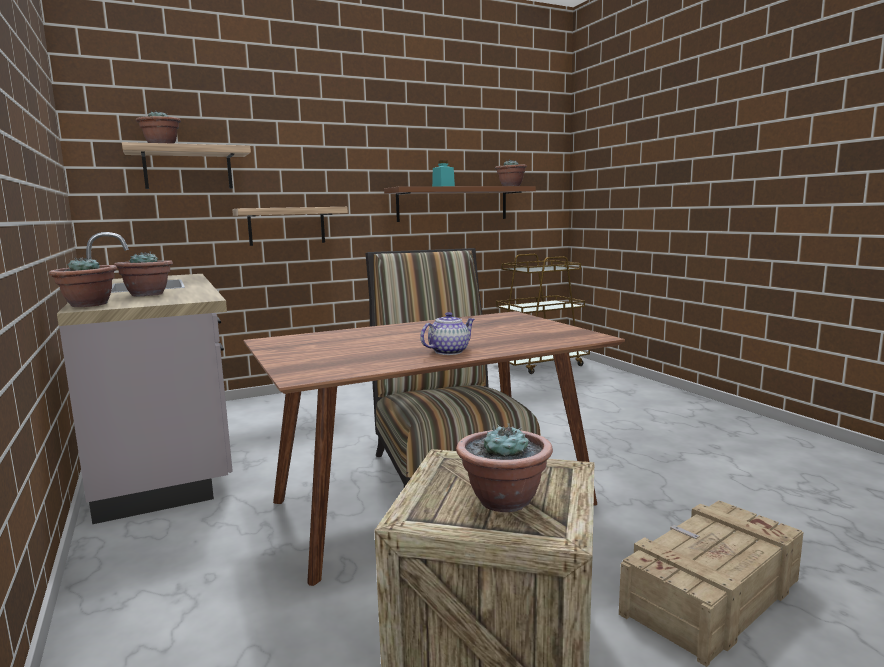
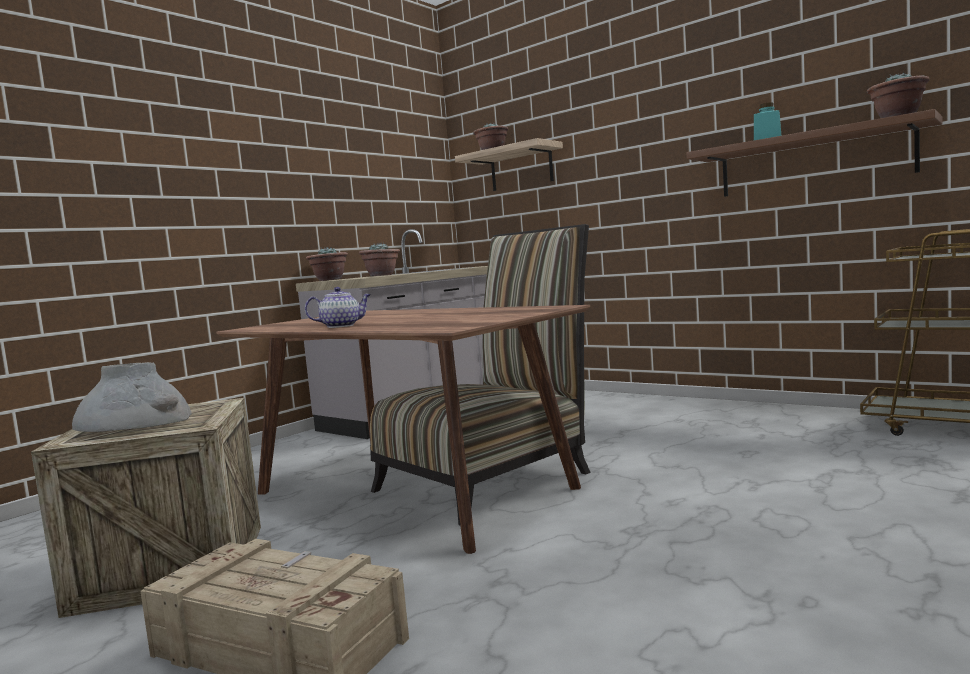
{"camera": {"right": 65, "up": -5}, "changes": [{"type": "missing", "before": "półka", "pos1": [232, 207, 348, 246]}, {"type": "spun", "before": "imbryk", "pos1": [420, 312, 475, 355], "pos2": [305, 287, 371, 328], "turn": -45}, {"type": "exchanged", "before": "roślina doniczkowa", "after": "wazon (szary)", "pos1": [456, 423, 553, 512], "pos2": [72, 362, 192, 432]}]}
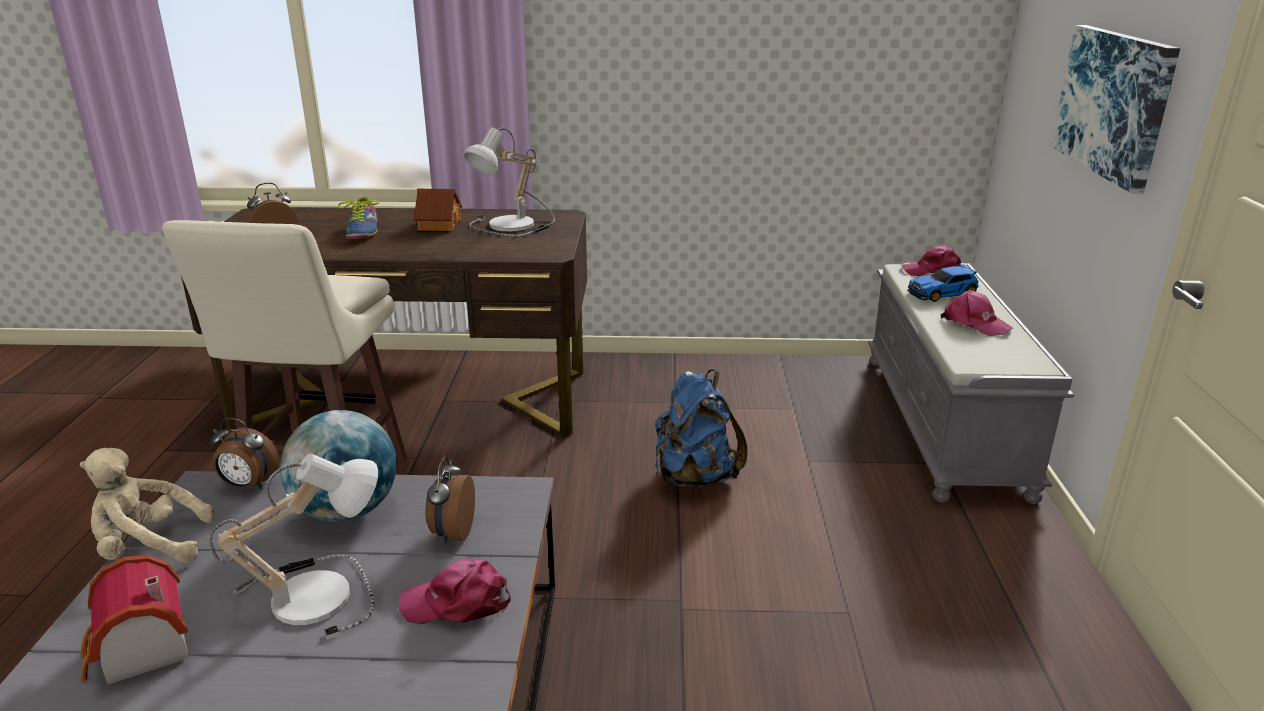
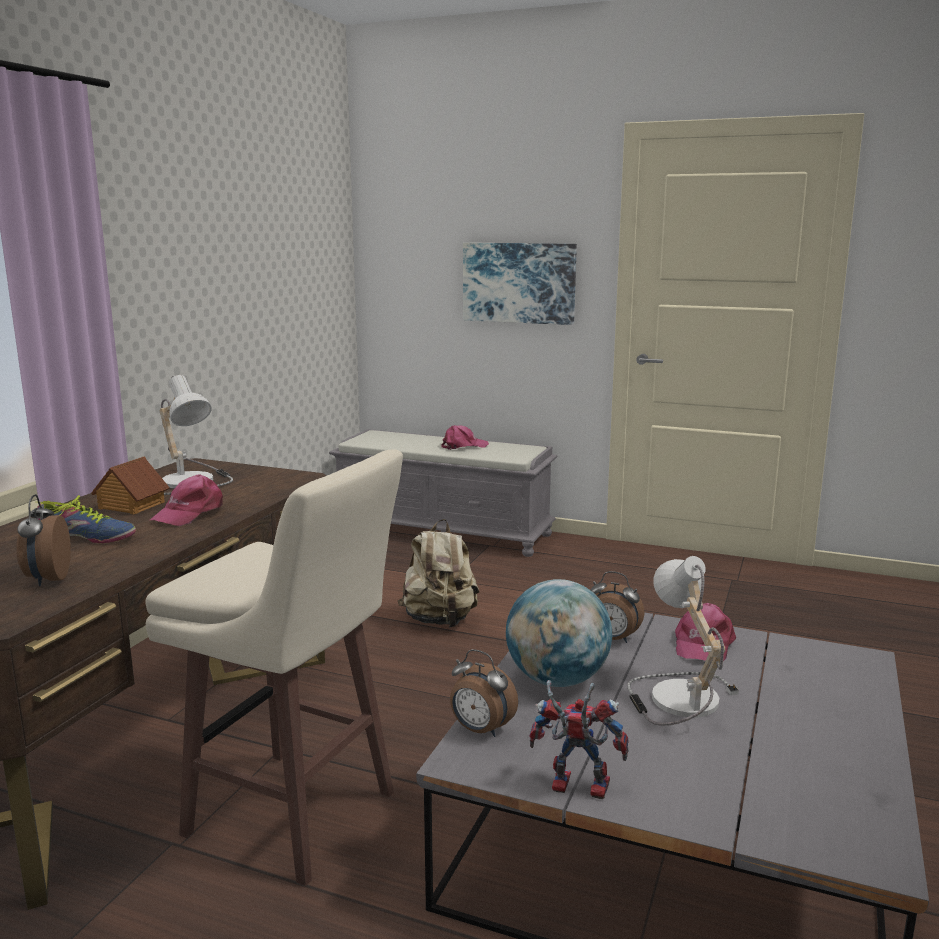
{"camera": {"right": -70, "up": -10}, "changes": [{"type": "relocated", "before": "czapka z daszkiem (różowy)", "pos1": [901, 246, 963, 276], "pos2": [150, 474, 223, 526]}, {"type": "missing", "before": "samochodzik", "pos1": [908, 264, 979, 302]}, {"type": "colour", "before": "plecak (niebieski)", "after": "plecak (beżowy)", "pos1": [655, 369, 747, 487], "pos2": [398, 519, 479, 627]}, {"type": "spun", "before": "budzik", "pos1": [210, 418, 279, 490], "pos2": [450, 649, 518, 737], "turn": 90}, {"type": "exchanged", "before": "pluszak (beżowy)", "after": "robot zabawkowy", "pos1": [80, 448, 214, 563], "pos2": [529, 680, 629, 799]}, {"type": "missing", "before": "domek", "pos1": [81, 555, 189, 685]}]}
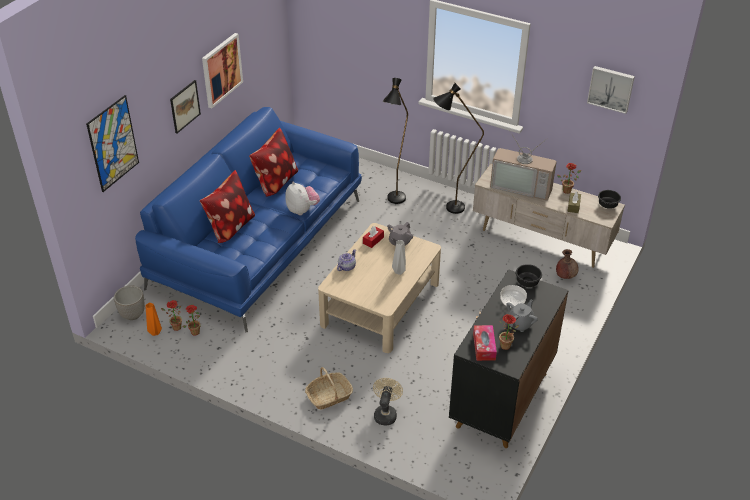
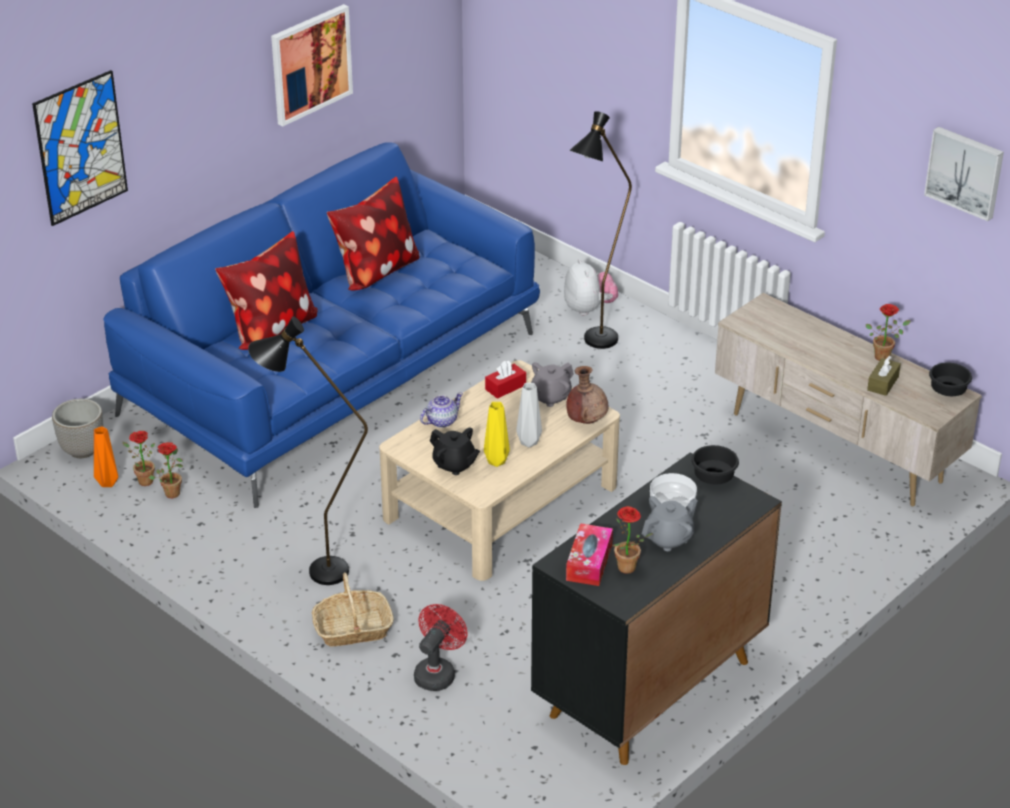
{"camera": {"right": 15, "up": -5}, "changes": [{"type": "missing", "before": "obraz", "pos1": [170, 80, 201, 134]}, {"type": "relocated", "before": "lampa stojąca (czarny)", "pos1": [433, 83, 484, 214], "pos2": [248, 316, 368, 585]}, {"type": "missing", "before": "telewizor", "pos1": [490, 130, 557, 201]}, {"type": "relocated", "before": "pluszak", "pos1": [285, 181, 320, 215], "pos2": [564, 259, 618, 316]}, {"type": "relocated", "before": "wazon (brązowy)", "pos1": [556, 249, 579, 279], "pos2": [566, 366, 608, 424]}, {"type": "colour", "before": "wentylator (beżowy)", "after": "wentylator (czerwony)", "pos1": [373, 378, 403, 426], "pos2": [414, 604, 468, 691]}, {"type": "appeared", "after": "wazon (żółty)", "pos2": [484, 402, 510, 467]}, {"type": "appeared", "after": "imbryk (czarny)", "pos2": [430, 428, 480, 475]}]}
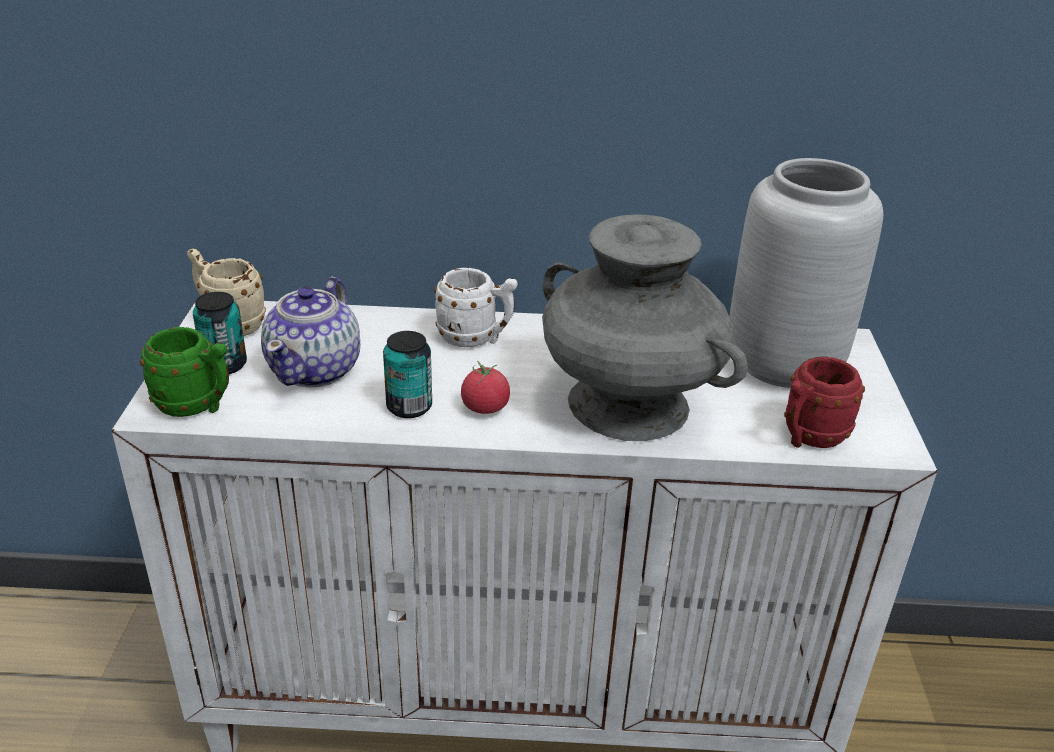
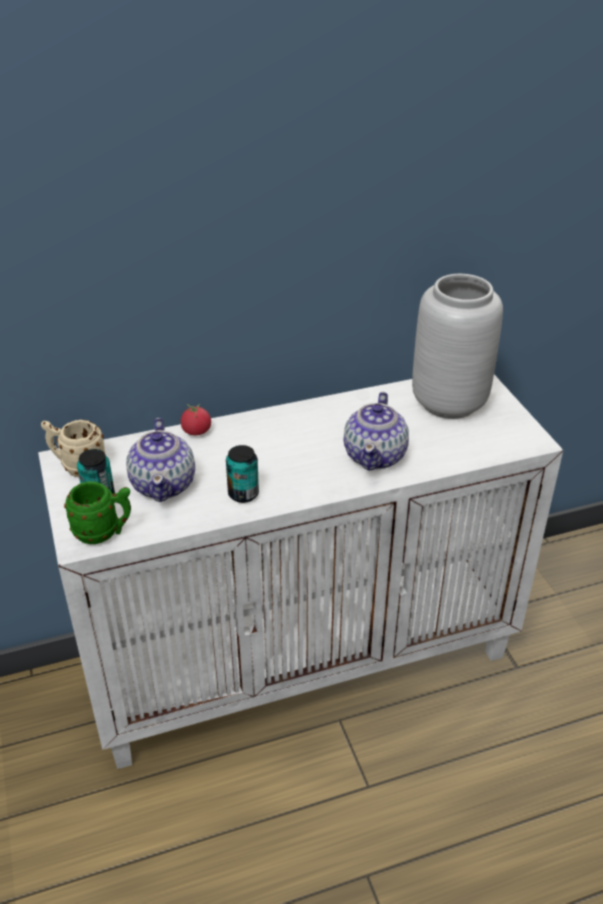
{"camera": {"right": -20, "up": 5}, "changes": [{"type": "exchanged", "before": "wazon (szary)", "after": "imbryk", "pos1": [542, 214, 748, 441], "pos2": [344, 392, 409, 471]}, {"type": "missing", "before": "kubek (biały)", "pos1": [434, 268, 518, 347]}, {"type": "missing", "before": "kubek (czerwony)", "pos1": [784, 357, 865, 448]}, {"type": "relocated", "before": "pomidor", "pos1": [461, 361, 510, 414], "pos2": [181, 404, 211, 435]}]}
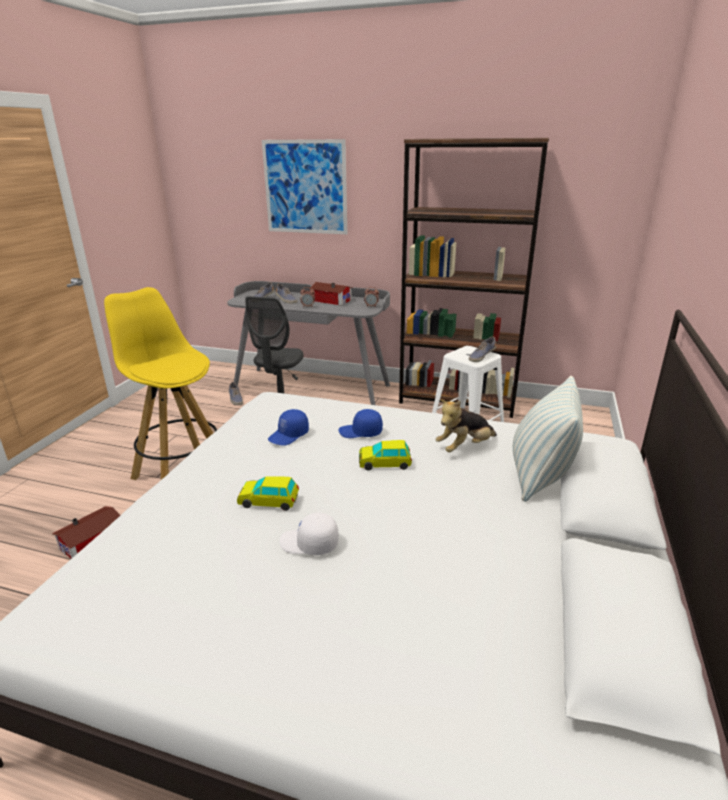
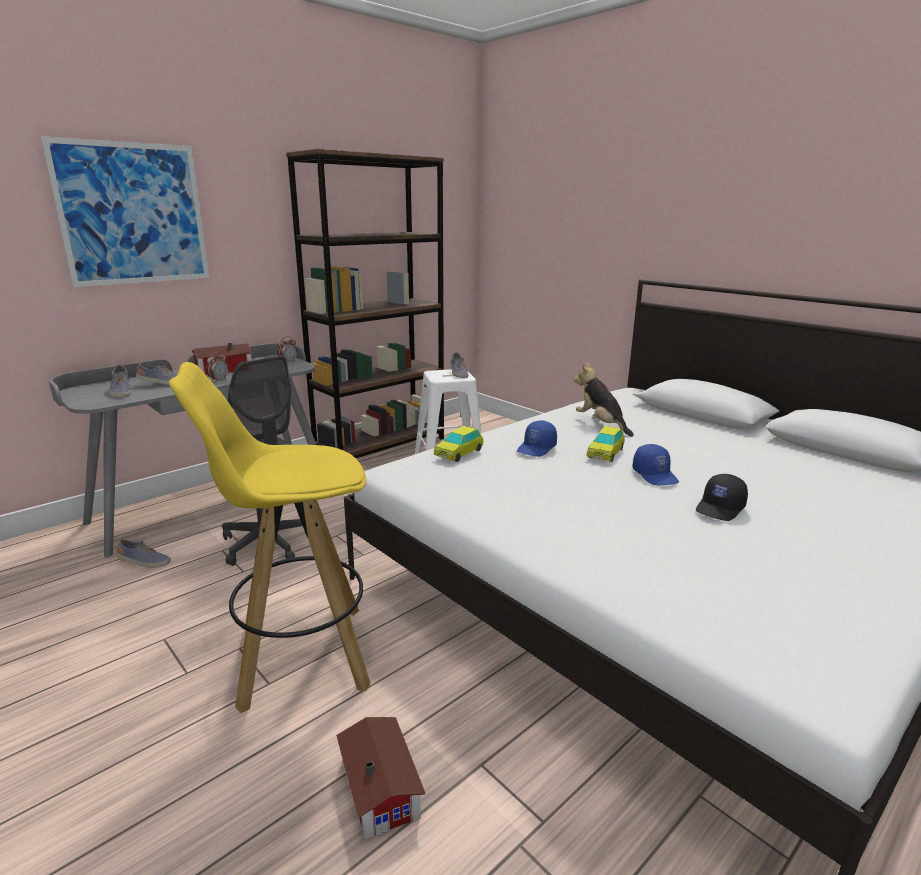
{"camera": {"right": -60, "up": -5}, "changes": [{"type": "missing", "before": "poduszka", "pos1": [513, 376, 583, 502]}, {"type": "spun", "before": "pluszak", "pos1": [435, 399, 497, 452], "pos2": [574, 362, 634, 437], "turn": 150}, {"type": "relocated", "before": "czapka z daszkiem (niebieski)", "pos1": [268, 409, 309, 446], "pos2": [632, 444, 679, 485]}, {"type": "relocated", "before": "samochodzik", "pos1": [237, 476, 299, 511], "pos2": [434, 426, 484, 462]}, {"type": "colour", "before": "czapka z daszkiem (biały)", "after": "czapka z daszkiem (czarny)", "pos1": [279, 513, 339, 555], "pos2": [696, 474, 748, 521]}]}
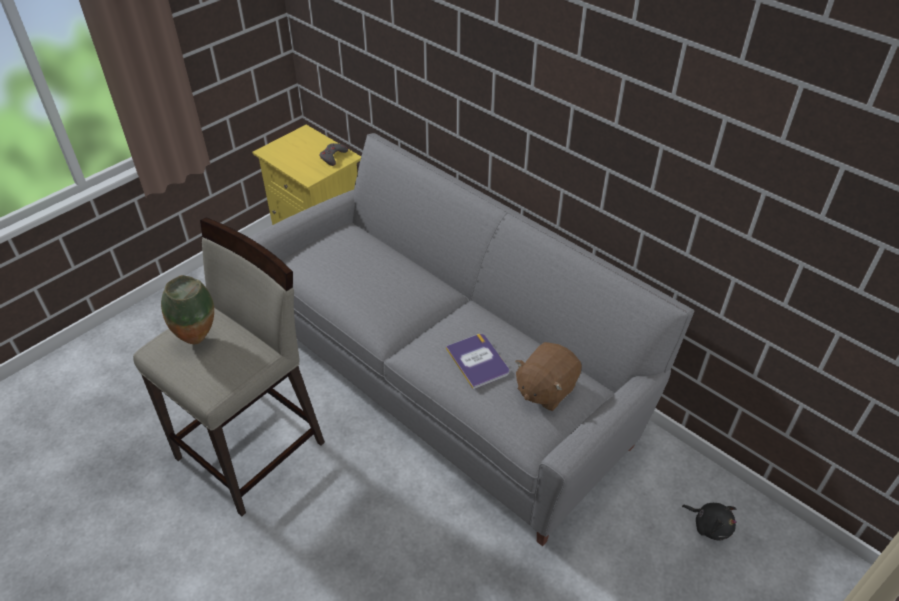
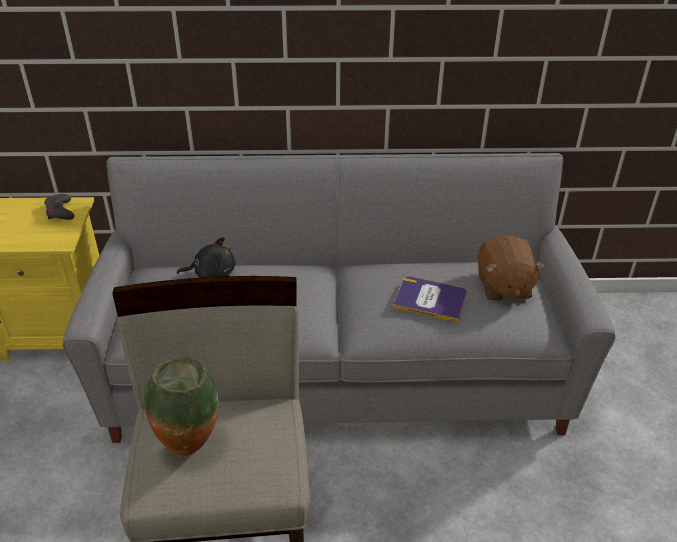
{"camera": {"right": -45, "up": -5}, "changes": [{"type": "relocated", "before": "pluszak (czarny)", "pos1": [682, 503, 737, 541], "pos2": [177, 237, 235, 278]}]}
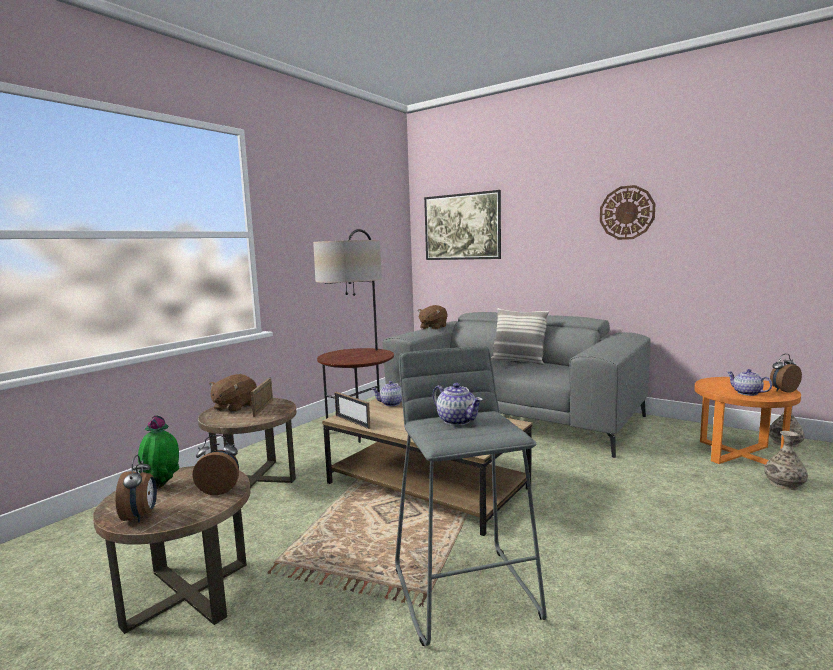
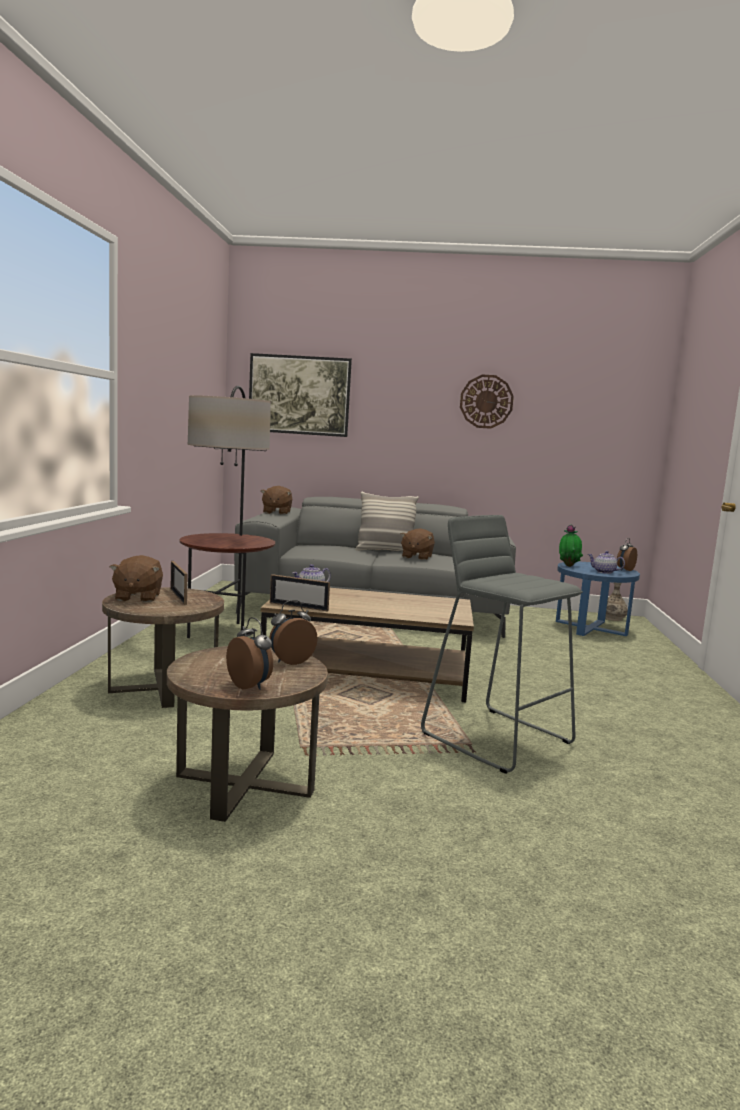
{"camera": {"right": -30, "up": 0}, "changes": [{"type": "colour", "before": "stolik (pomarańczowy)", "after": "stolik (niebieski)", "pos1": [694, 377, 801, 465], "pos2": [556, 562, 640, 636]}, {"type": "missing", "before": "imbryk", "pos1": [432, 383, 483, 426]}, {"type": "relocated", "before": "roślina doniczkowa", "pos1": [138, 415, 179, 489], "pos2": [559, 524, 583, 567]}, {"type": "missing", "before": "wazon", "pos1": [764, 431, 808, 490]}, {"type": "appeared", "after": "pluszak (brązowy)", "pos2": [400, 528, 435, 560]}]}
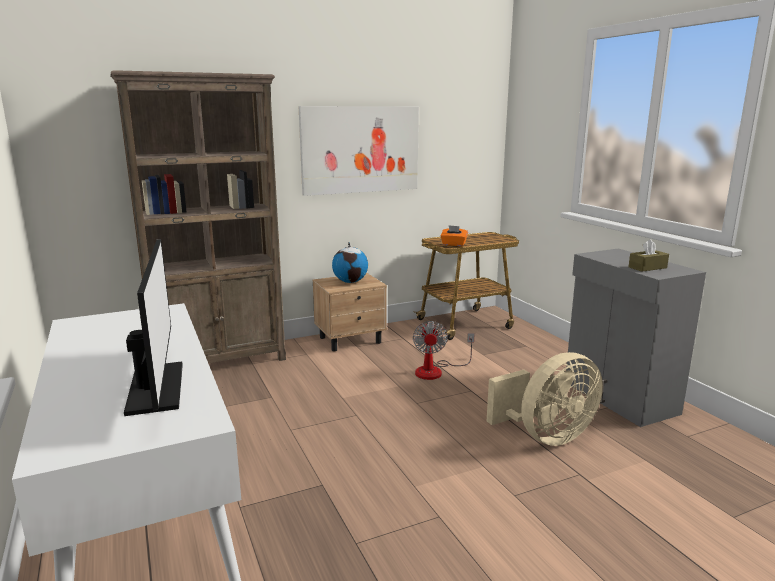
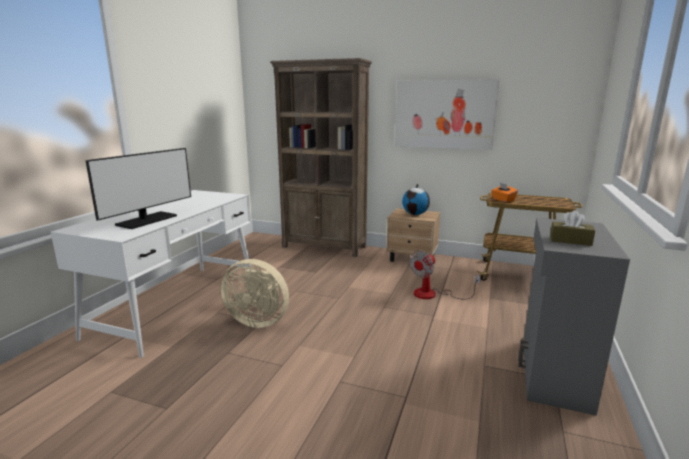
{"camera": {"right": 45, "up": 0}, "changes": [{"type": "relocated", "before": "wentylator (beżowy)", "pos1": [487, 352, 603, 446], "pos2": [220, 259, 289, 328]}]}
